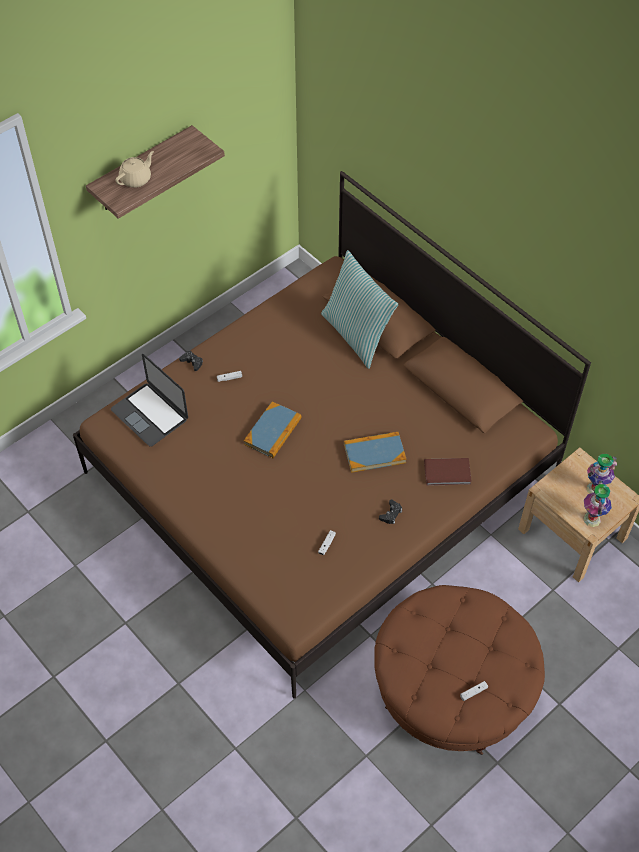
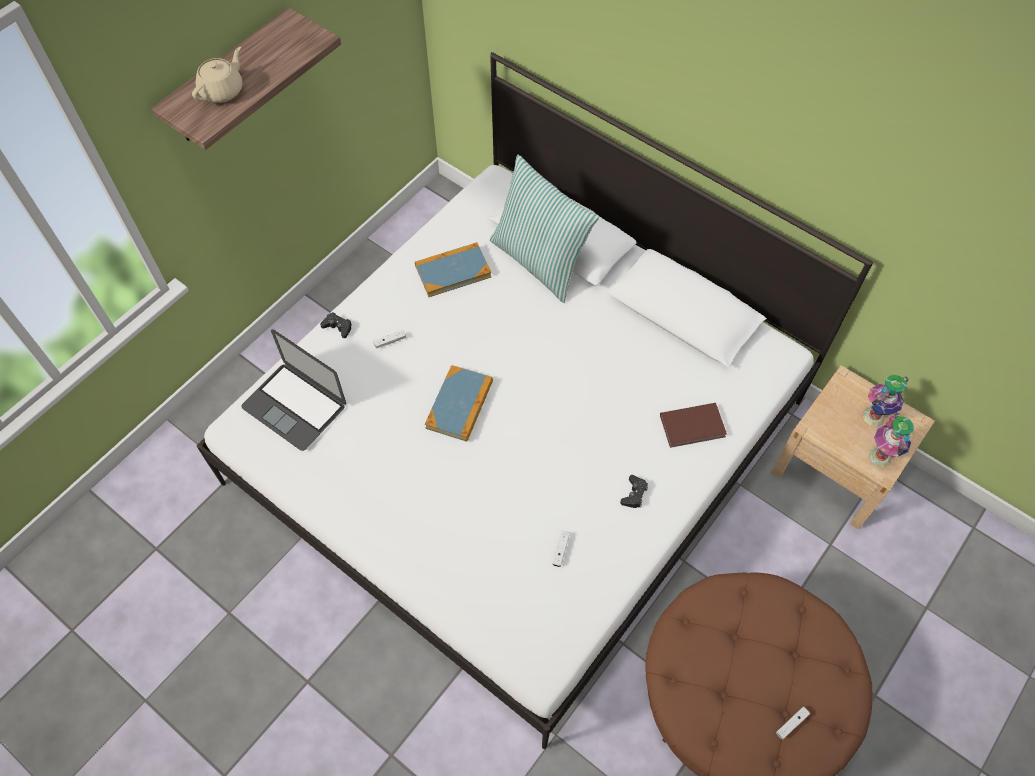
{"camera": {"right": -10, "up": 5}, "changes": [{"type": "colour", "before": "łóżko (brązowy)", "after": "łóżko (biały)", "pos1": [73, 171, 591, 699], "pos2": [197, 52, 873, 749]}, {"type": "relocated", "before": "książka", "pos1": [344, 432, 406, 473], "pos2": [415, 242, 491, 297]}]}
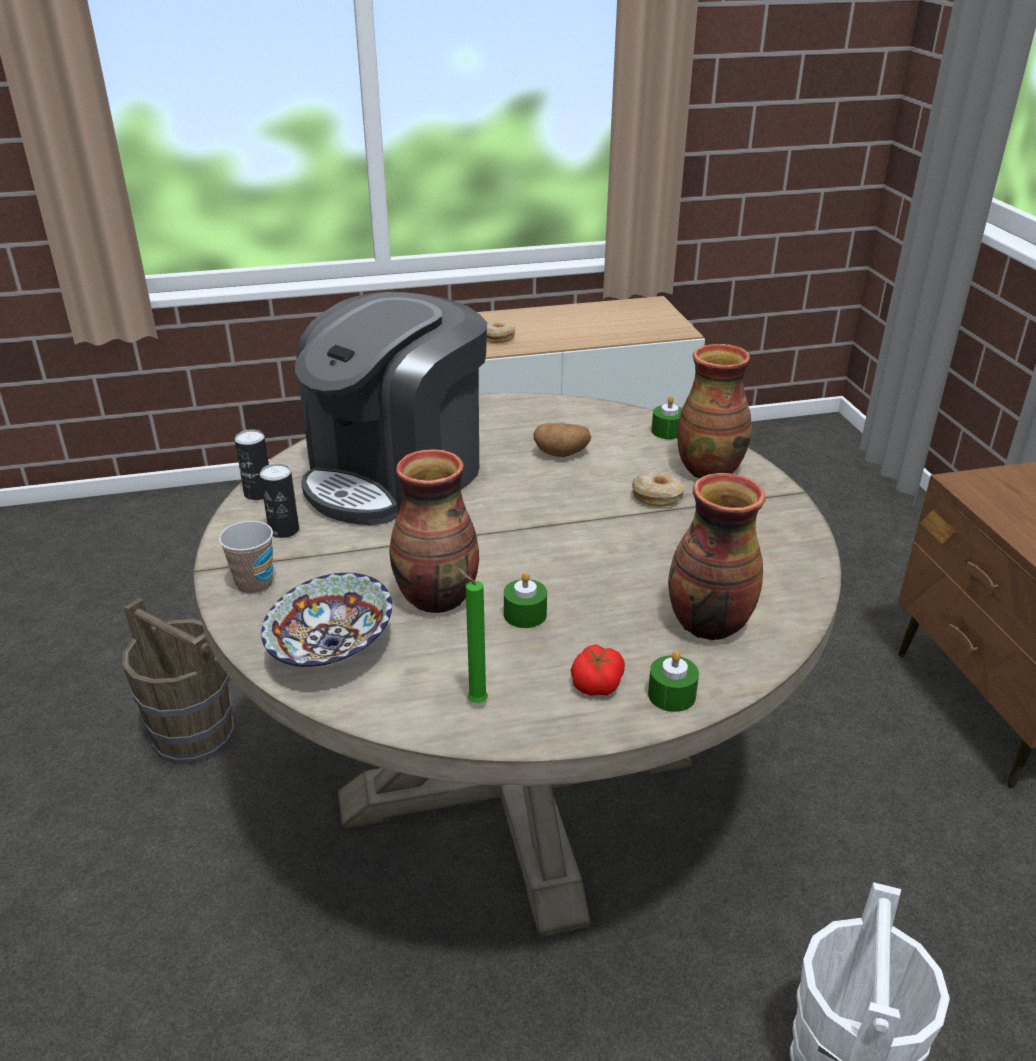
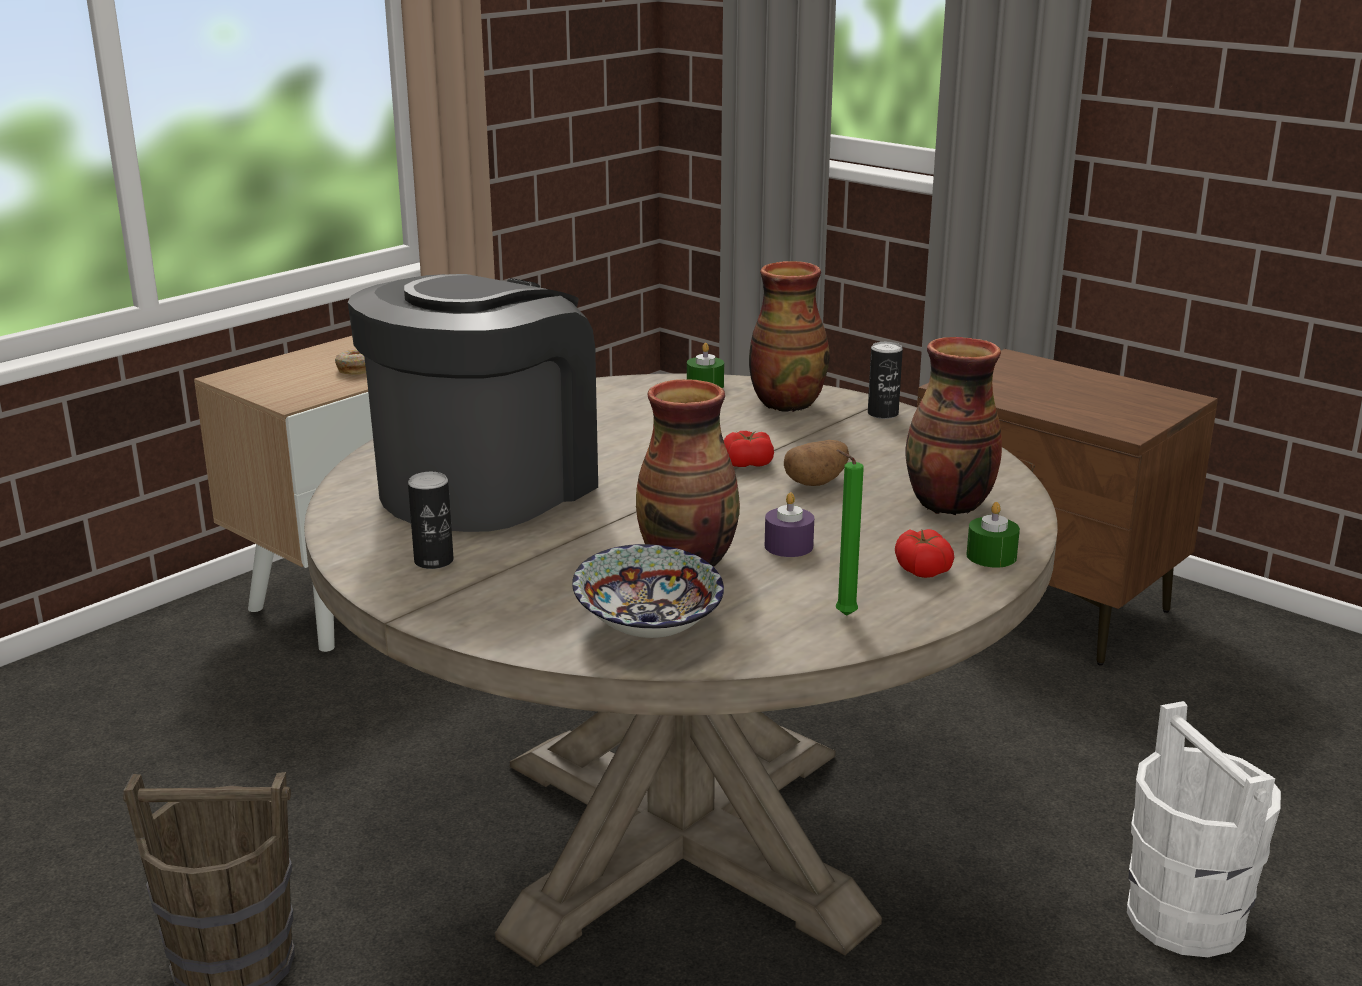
{"camera": {"right": -35, "up": -10}, "changes": [{"type": "spun", "before": "ekspres do kawy", "pos1": [295, 292, 487, 525], "pos2": [348, 274, 598, 532], "turn": -150}, {"type": "relocated", "before": "ziemniak", "pos1": [534, 423, 591, 457], "pos2": [784, 440, 849, 486]}, {"type": "relocated", "before": "puszka", "pos1": [235, 430, 269, 500], "pos2": [868, 342, 903, 419]}, {"type": "missing", "before": "donut", "pos1": [632, 472, 685, 507]}, {"type": "missing", "before": "filiżanka", "pos1": [219, 521, 273, 594]}, {"type": "colour", "before": "świeca (zielony)", "after": "świeca (fioletowy)", "pos1": [504, 572, 547, 628], "pos2": [765, 492, 814, 557]}, {"type": "appeared", "after": "pomidor", "pos2": [724, 431, 774, 467]}]}
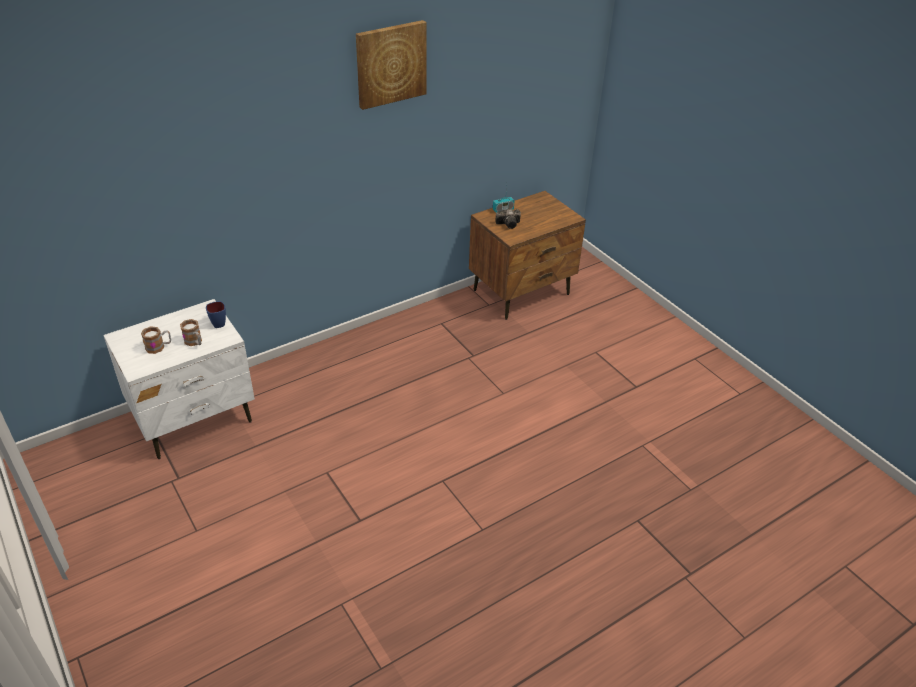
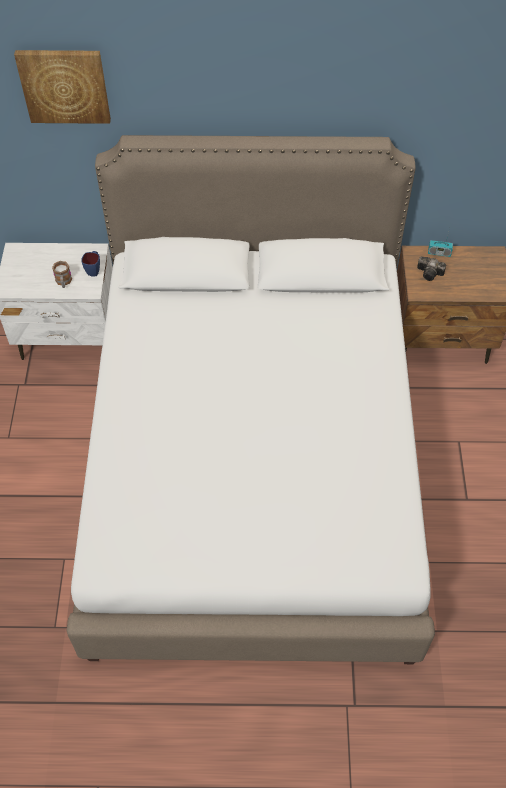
{"camera": {"right": 35, "up": 15}, "changes": [{"type": "relocated", "before": "obraz", "pos1": [356, 20, 427, 110], "pos2": [14, 50, 111, 124]}, {"type": "missing", "before": "kubek", "pos1": [141, 326, 171, 354]}, {"type": "appeared", "after": "łóżko (biały)", "pos2": [66, 135, 435, 664]}]}
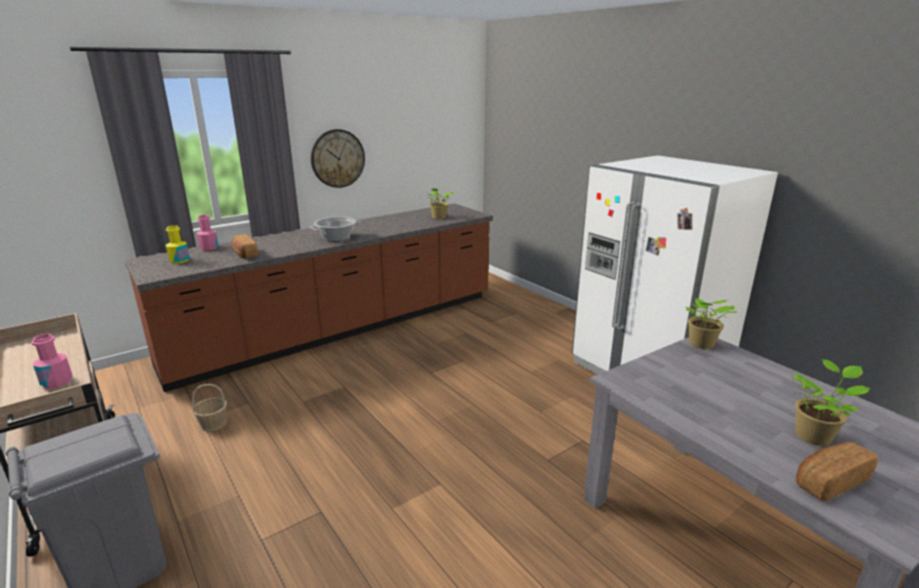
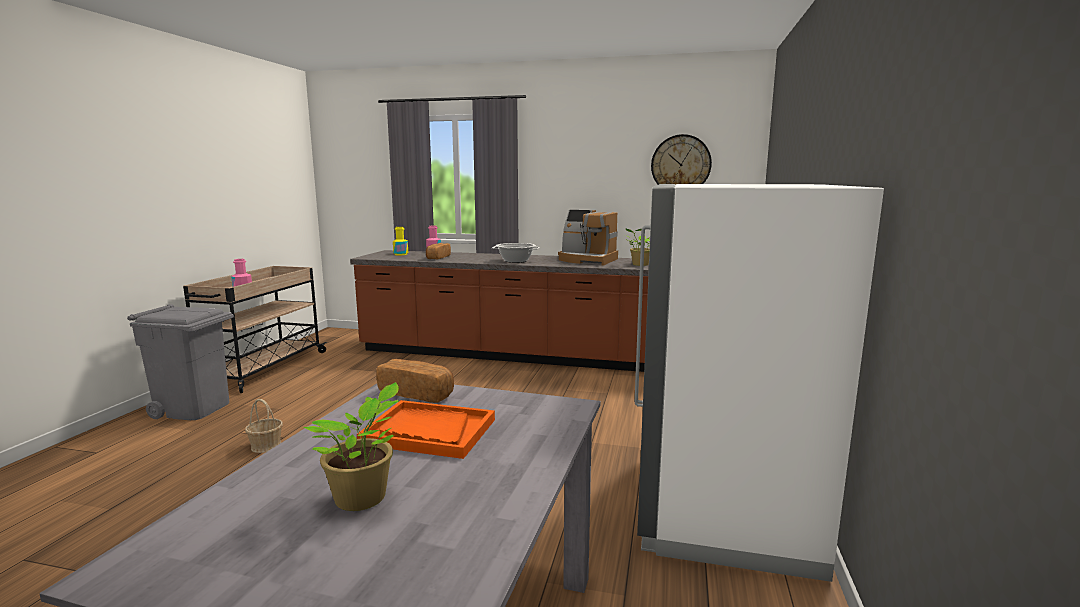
{"camera": {"right": 50, "up": -10}, "changes": [{"type": "relocated", "before": "zegar ścienny", "pos1": [311, 129, 365, 188], "pos2": [651, 134, 712, 185]}, {"type": "missing", "before": "roślina doniczkowa", "pos1": [686, 298, 736, 349]}, {"type": "relocated", "before": "koszyk", "pos1": [192, 384, 227, 431], "pos2": [245, 399, 283, 453]}, {"type": "relocated", "before": "chleb", "pos1": [796, 442, 878, 501], "pos2": [376, 359, 454, 403]}, {"type": "appeared", "after": "ekspres do kawy", "pos2": [558, 210, 618, 266]}, {"type": "appeared", "after": "taca (pomarańczowy)", "pos2": [357, 400, 495, 459]}]}
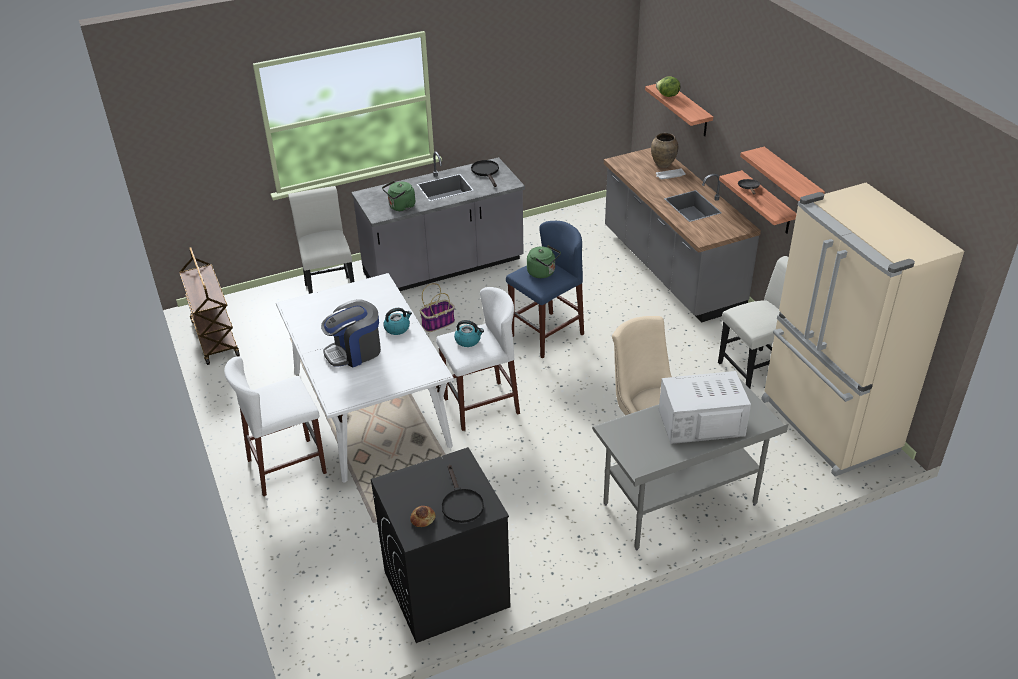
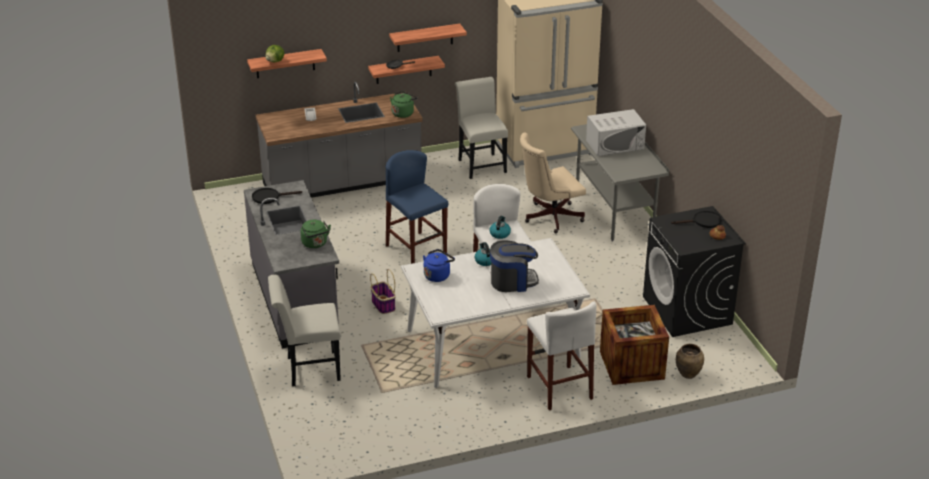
{"camera": {"right": -85, "up": -5}, "changes": [{"type": "relocated", "before": "wazon (brązowy)", "pos1": [651, 133, 678, 168], "pos2": [676, 343, 704, 379]}, {"type": "relocated", "before": "czajnik (zielony)", "pos1": [527, 245, 561, 278], "pos2": [390, 91, 418, 118]}, {"type": "missing", "before": "wózek (brązowy)", "pos1": [179, 247, 240, 365]}, {"type": "spun", "before": "ekspres do kawy", "pos1": [321, 299, 381, 367], "pos2": [490, 240, 539, 292], "turn": -75}, {"type": "spun", "before": "mikrofalówka (biały)", "pos1": [659, 371, 751, 444], "pos2": [586, 109, 646, 156], "turn": -105}, {"type": "appeared", "after": "czajnik (niebieski)", "pos2": [423, 249, 455, 282]}, {"type": "appeared", "after": "skrzynka", "pos2": [600, 305, 669, 385]}]}
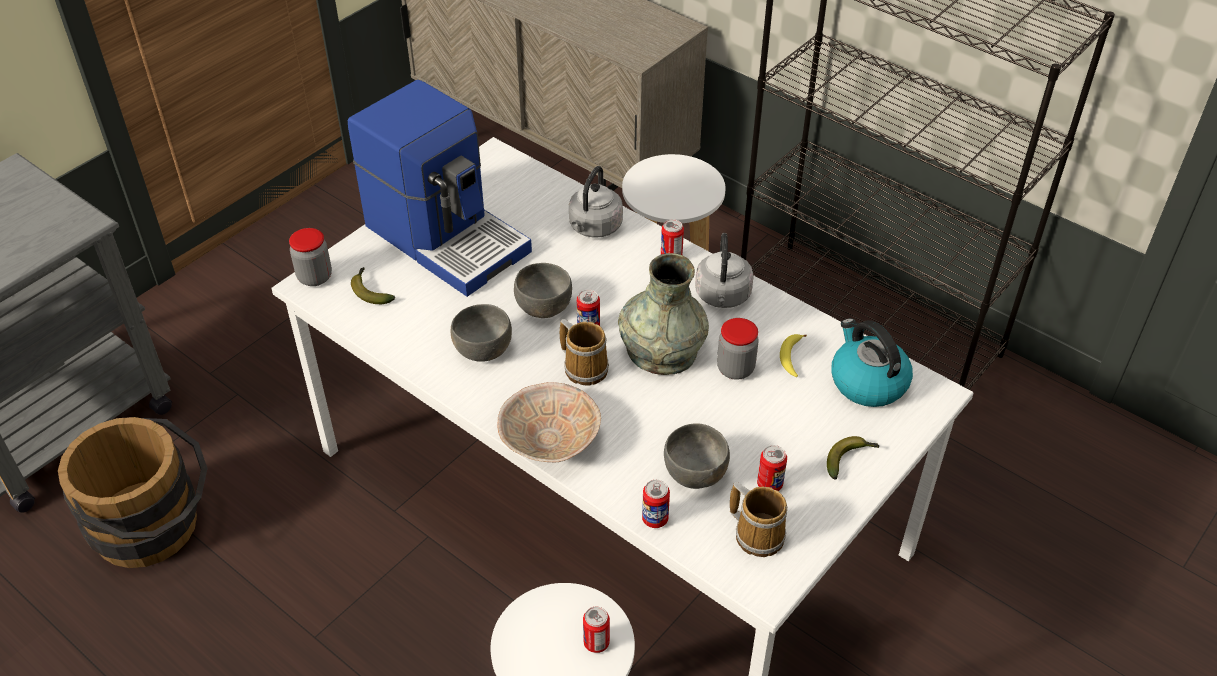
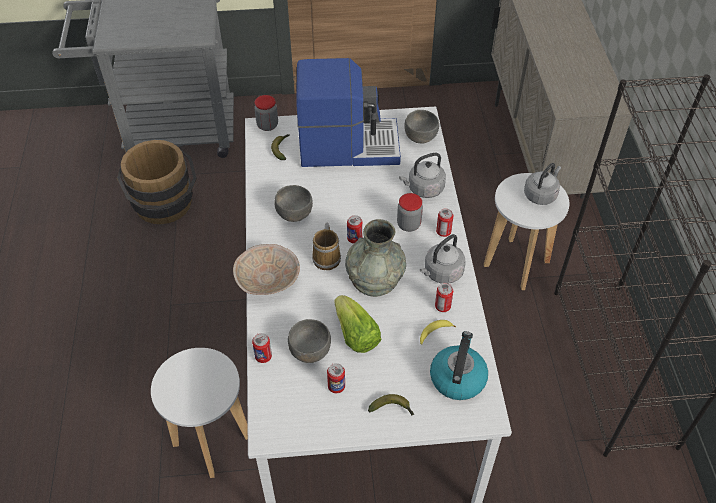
{"camera": {"right": 45, "up": 5}, "changes": [{"type": "spun", "before": "ekspres do kawy", "pos1": [348, 80, 532, 297], "pos2": [296, 58, 401, 167], "turn": -90}, {"type": "relocated", "before": "miska (szary)", "pos1": [514, 263, 572, 318], "pos2": [404, 110, 439, 143]}, {"type": "relocated", "before": "słoik", "pos1": [717, 318, 759, 380], "pos2": [397, 193, 423, 232]}, {"type": "missing", "before": "kubek", "pos1": [730, 482, 788, 557]}, {"type": "relocated", "before": "puszka", "pos1": [583, 607, 610, 653], "pos2": [435, 283, 453, 312]}, {"type": "appeared", "after": "czajnik (szary)", "pos2": [524, 163, 561, 205]}, {"type": "appeared", "after": "sałata", "pos2": [335, 295, 381, 353]}]}
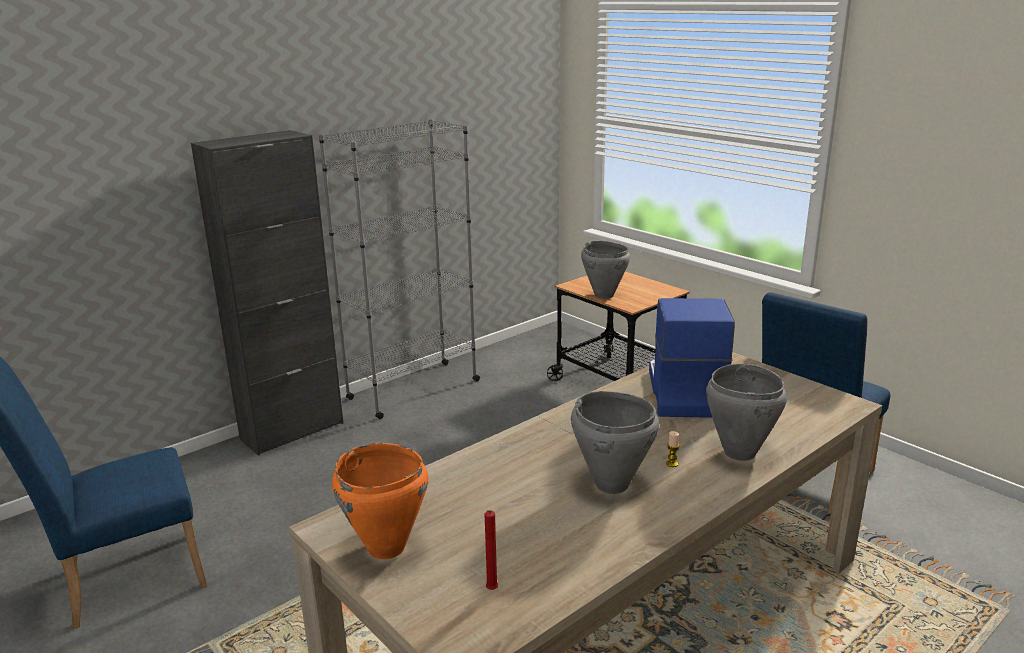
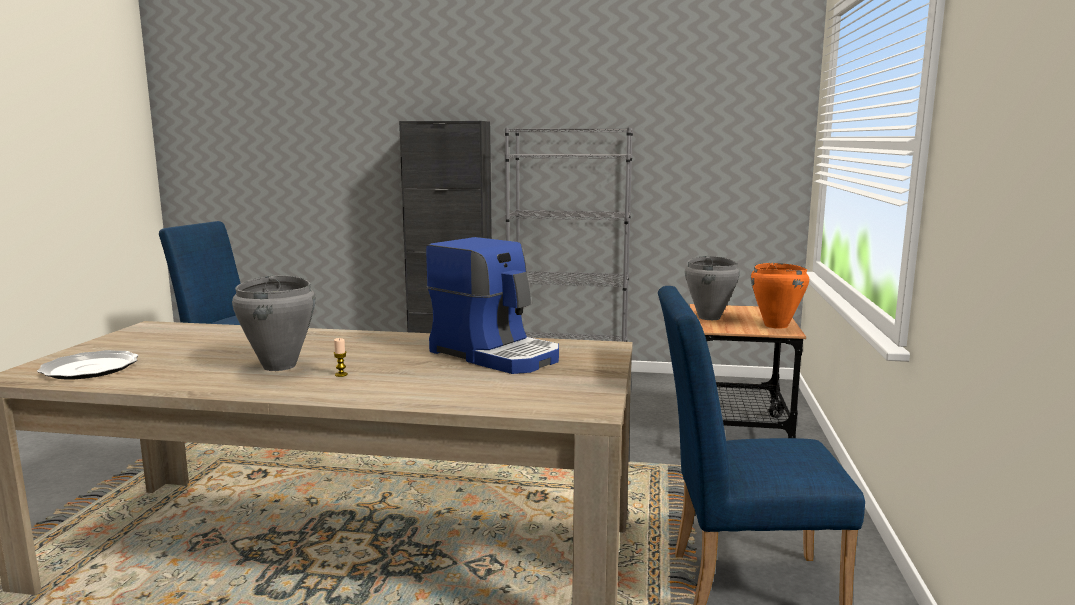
{"camera": {"right": 50, "up": -10}, "changes": [{"type": "spun", "before": "ekspres do kawy", "pos1": [649, 298, 735, 418], "pos2": [426, 237, 559, 374], "turn": 75}, {"type": "missing", "before": "garnek (szary)", "pos1": [706, 363, 787, 461]}, {"type": "relocated", "before": "garnek (pomarańczowy)", "pos1": [332, 443, 429, 559], "pos2": [751, 263, 809, 329]}, {"type": "exchanged", "before": "świeca (czerwony)", "after": "talerz", "pos1": [485, 510, 498, 590], "pos2": [37, 350, 139, 379]}]}
